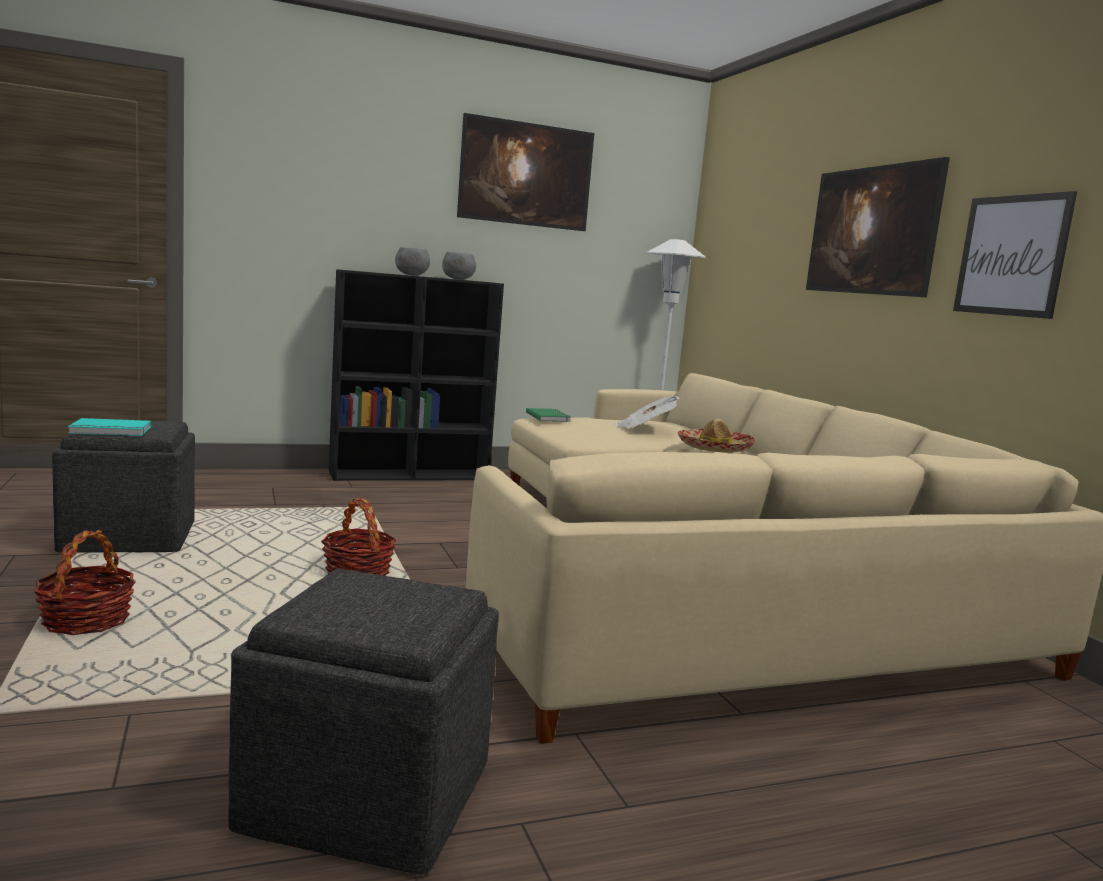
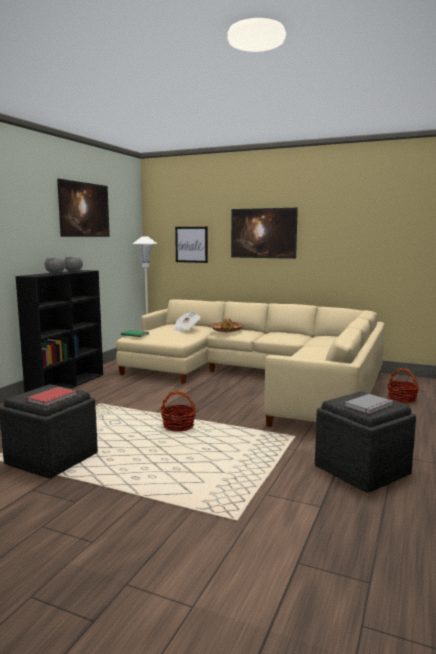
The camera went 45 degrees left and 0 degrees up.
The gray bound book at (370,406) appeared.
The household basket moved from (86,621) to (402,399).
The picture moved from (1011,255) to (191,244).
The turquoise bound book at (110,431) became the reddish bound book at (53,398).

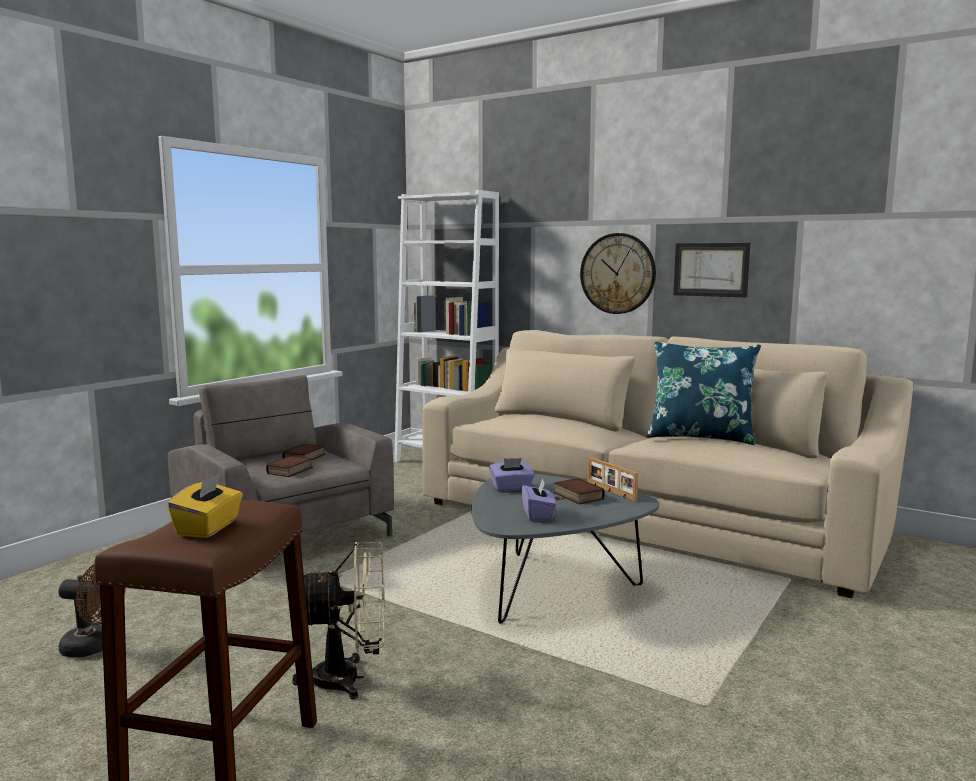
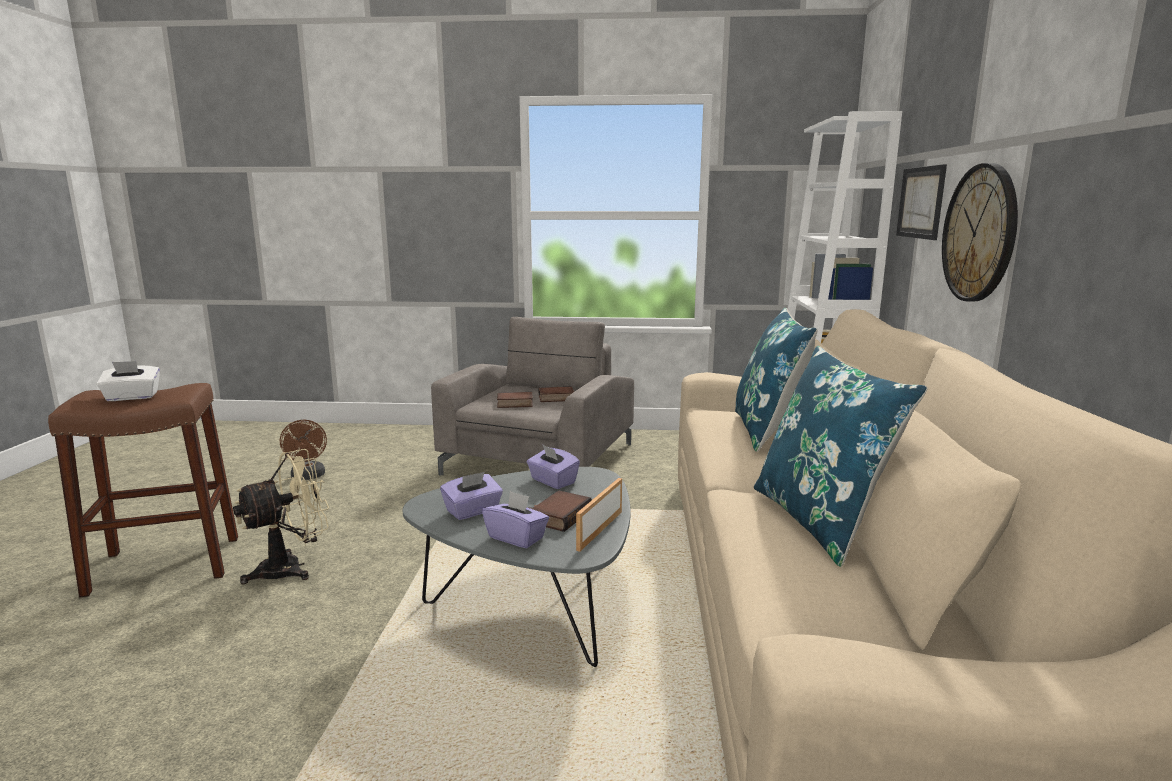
The camera went 60 degrees right and 5 degrees up.
The purple-coloured tissue box at (516,537) appeared.
The bluish cushion at (767,431) appeared.
The picture moved from (711,269) to (921,202).
The yellowish tissue box at (209,528) became the white-coloured tissue box at (132,397).
The beige fan at (349,679) turned 90 degrees counterclockwise.

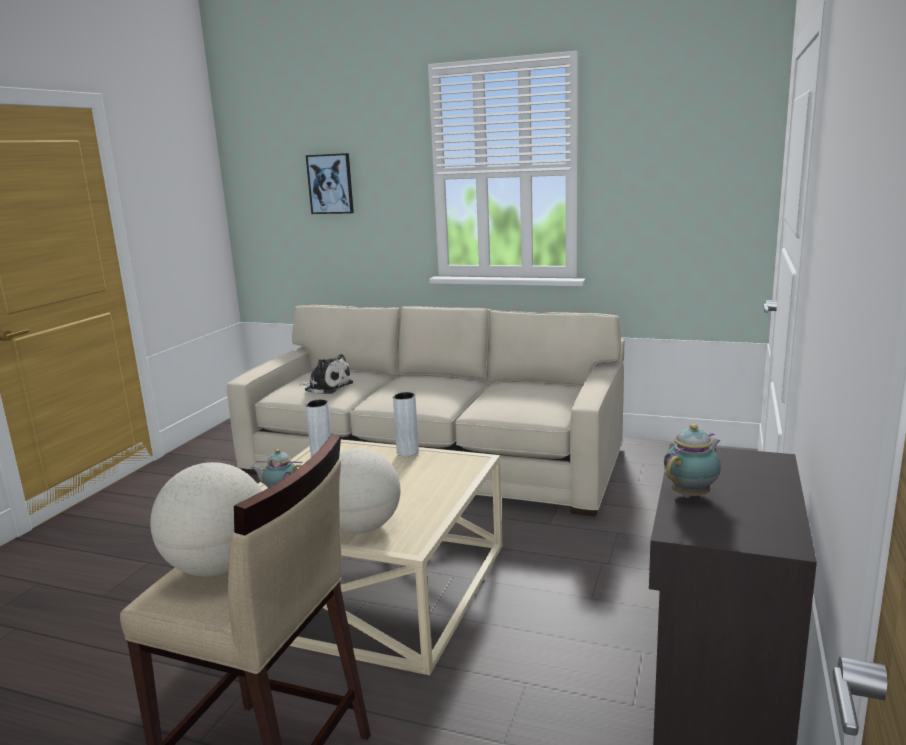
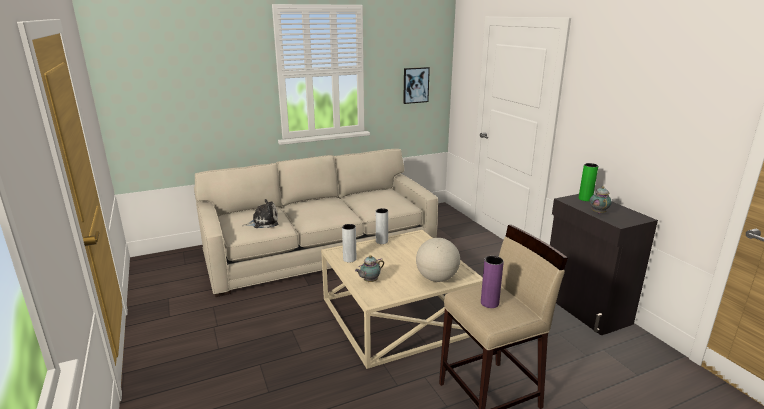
The camera went 45 degrees left and 5 degrees up.
The greenish decorative vase at (585,199) appeared.
The picture moved from (330,184) to (415,85).
The desk globe at (218,567) was replaced by the purple-coloured decorative vase at (489,303).

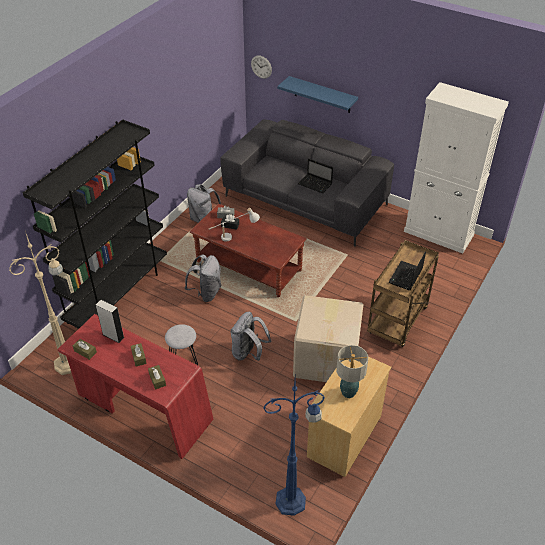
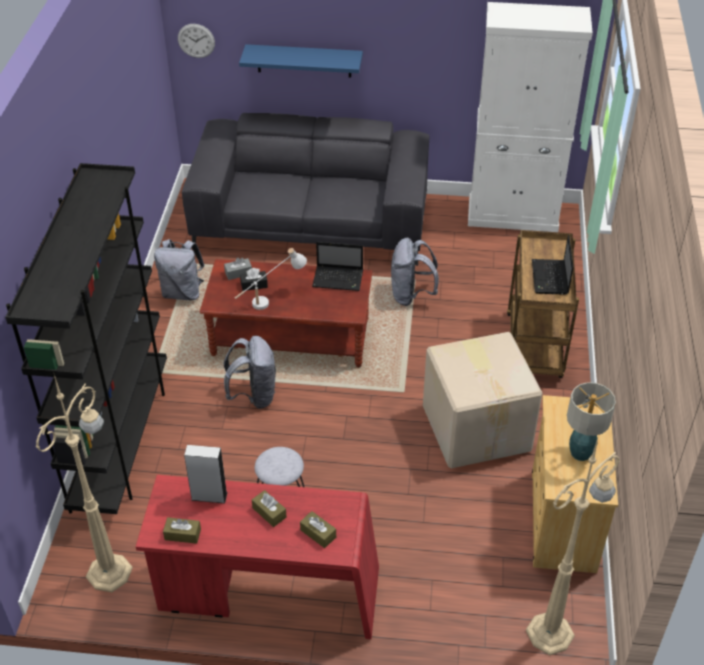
The camera went 25 degrees left and 0 degrees up.
The gray knapsack moved from (248,353) to (411,295).
The laptop moved from (315,184) to (339,279).
The bluish floor lamp at (292,501) became the beige floor lamp at (552,632).

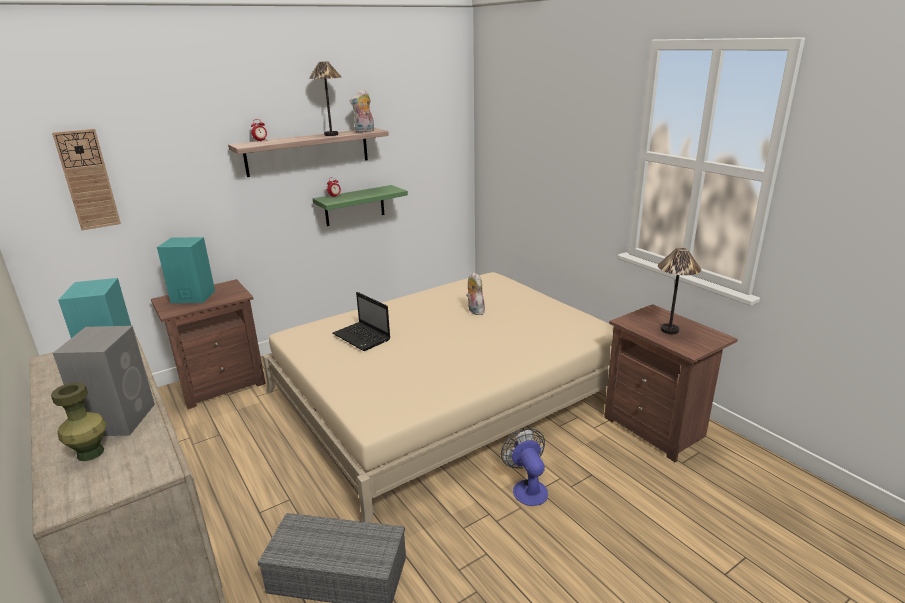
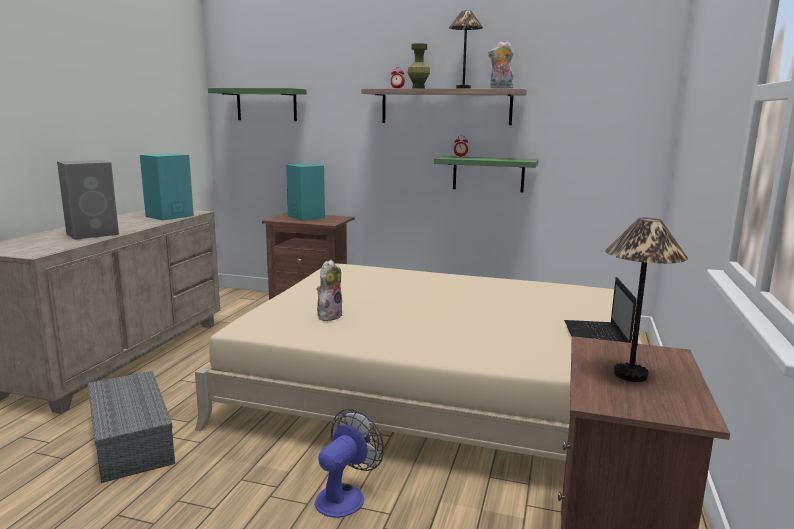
The camera went 50 degrees right and 10 degrees down.
The greenish decorative vase moved from (91,453) to (418,88).
The laptop moved from (362,337) to (596,338).
The plush toy moved from (474,311) to (329,316).
The wall clock at (87,180) was replaced by the greenish wall shelf at (266,105).

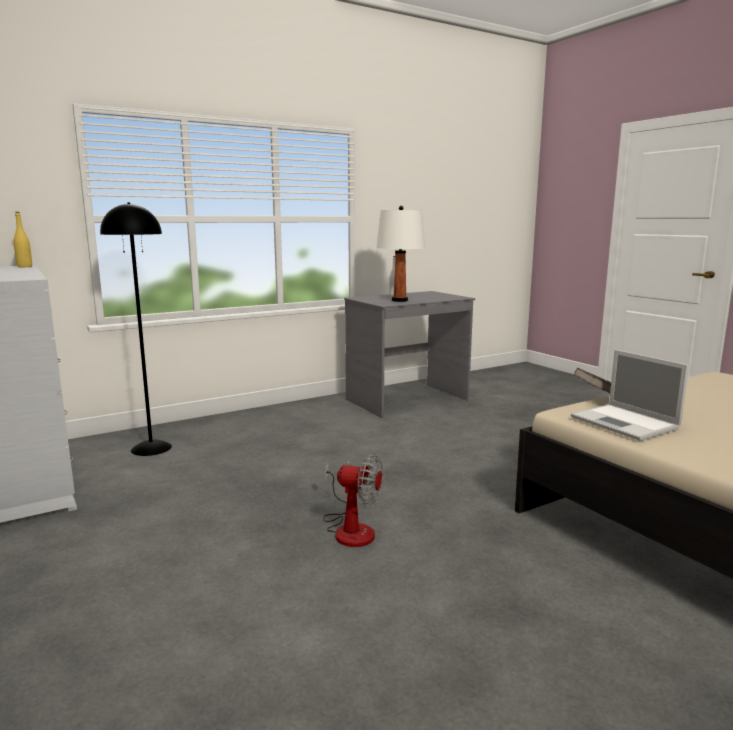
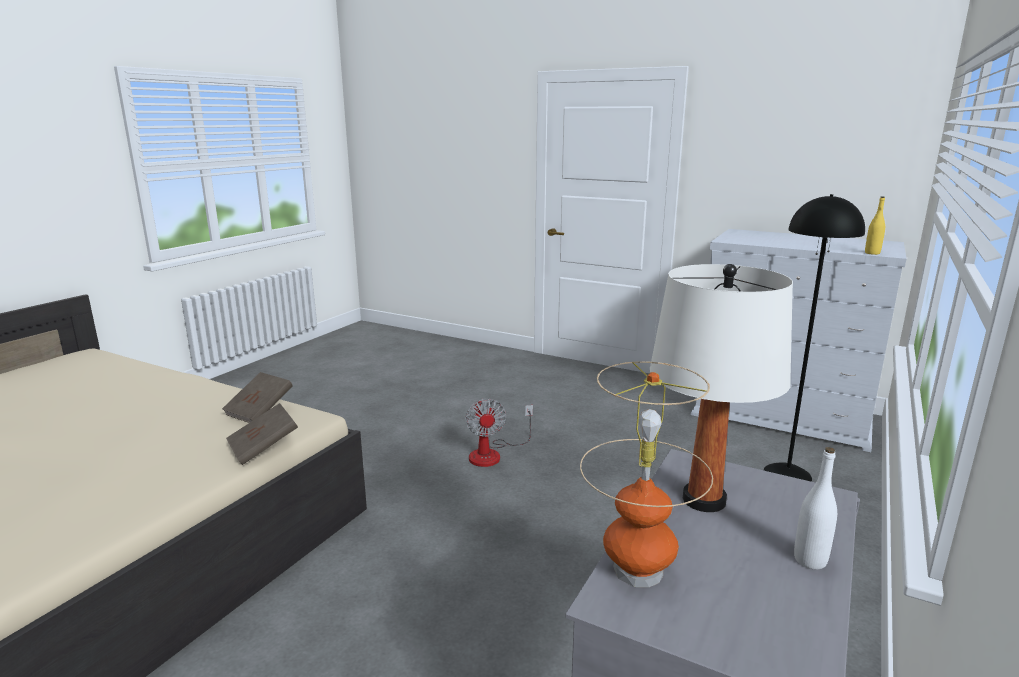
The camera went 150 degrees right and 5 degrees up.
The lamp for a table at (637,570) appeared.
The laptop at (626,423) was replaced by the brown bound book at (260,411).
The fan at (350,528) turned 90 degrees counterclockwise.

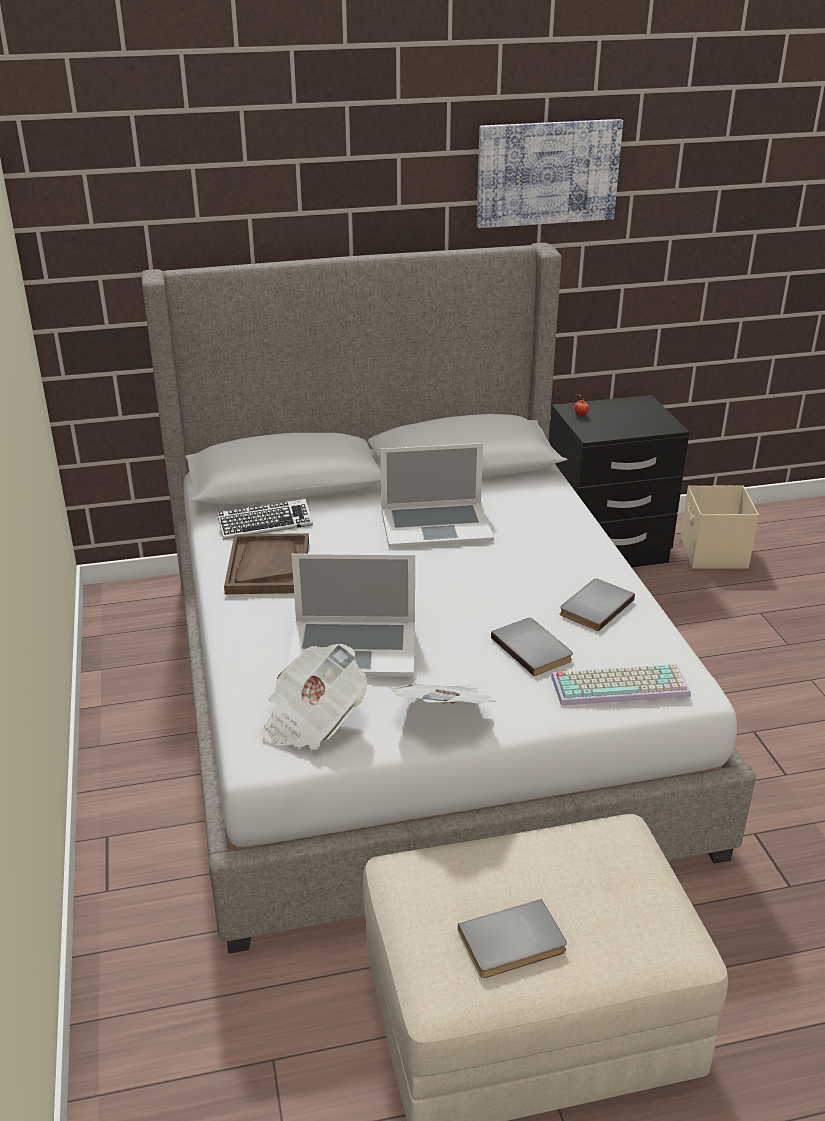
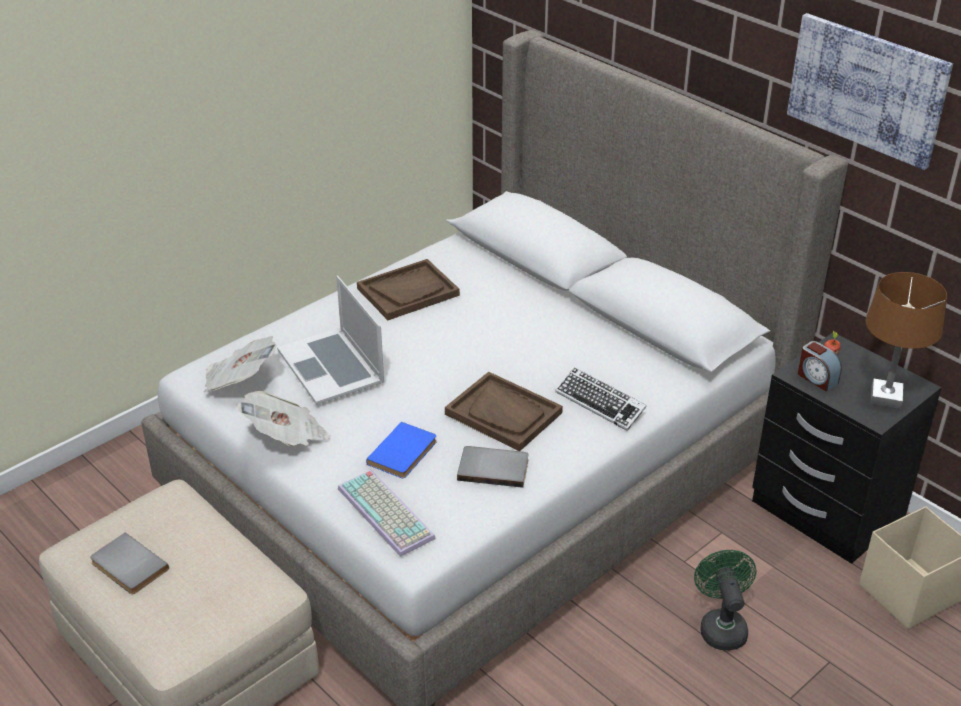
The camera went 60 degrees right and 5 degrees up.
The laptop at (436,524) disappeared.
The brown serving tray at (504,413) appeared.
The greenish fan at (721,626) appeared.
The bedside clock at (816,378) appeared.
The brown lamp for a table at (885,397) appeared.
The PC keyboard moved from (265,524) to (600,403).
The gray bound book at (534,648) became the bluish bound book at (404,453).

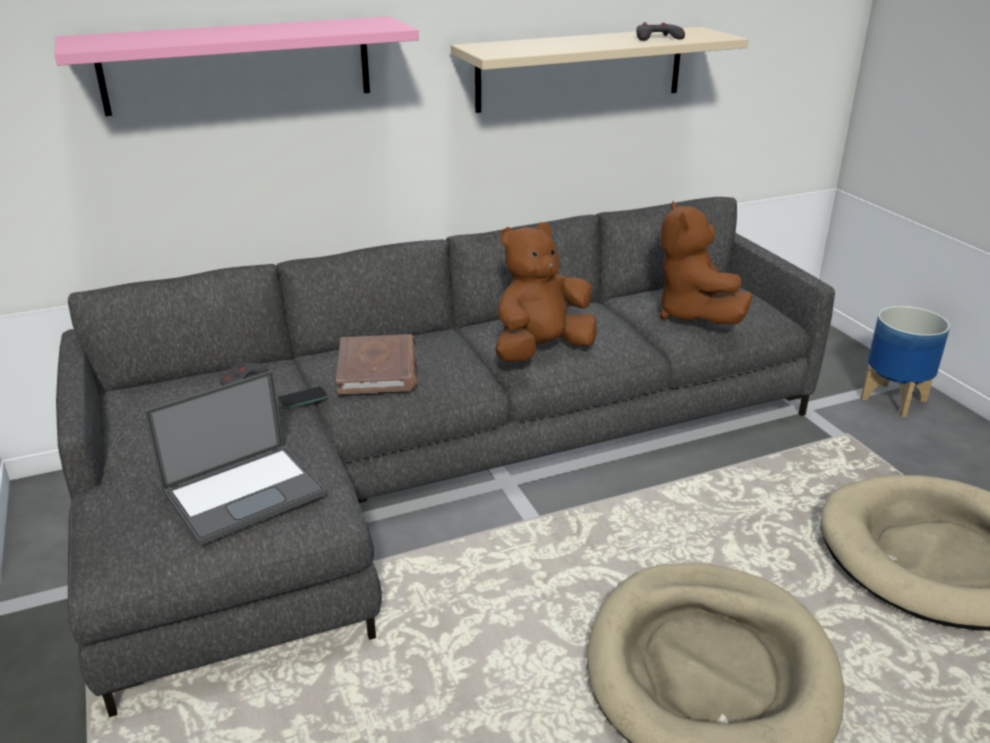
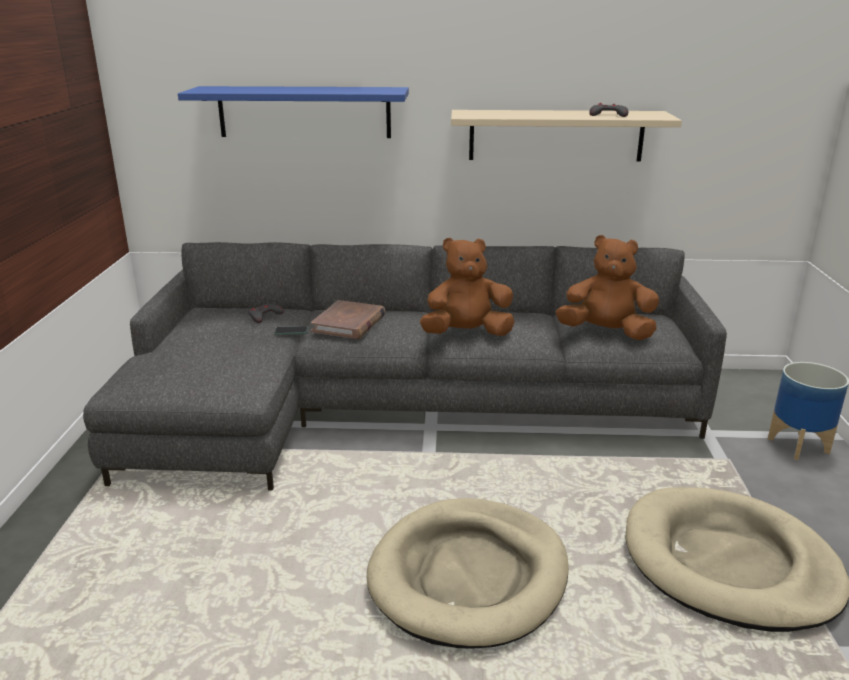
The camera went 25 degrees right and 5 degrees down.
The laptop at (245,492) disappeared.
The pink wall shelf at (238,65) became the bluish wall shelf at (304,112).
The brown plush toy at (693,315) turned 90 degrees clockwise.

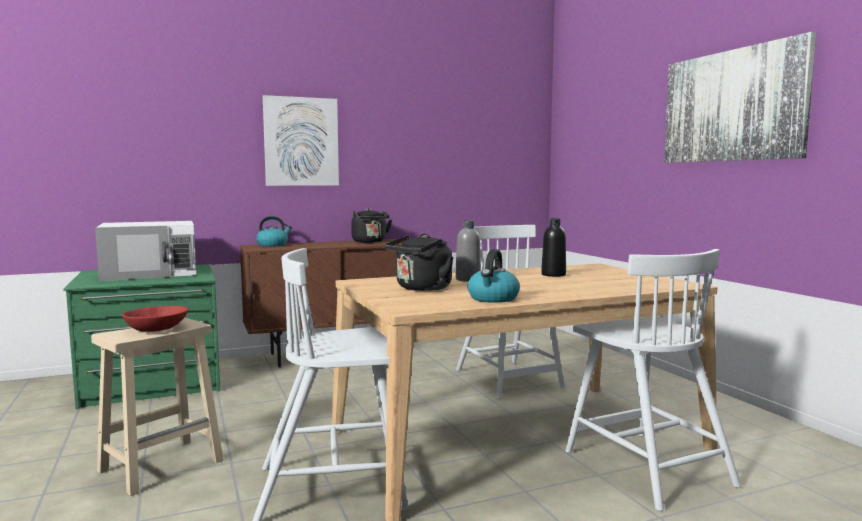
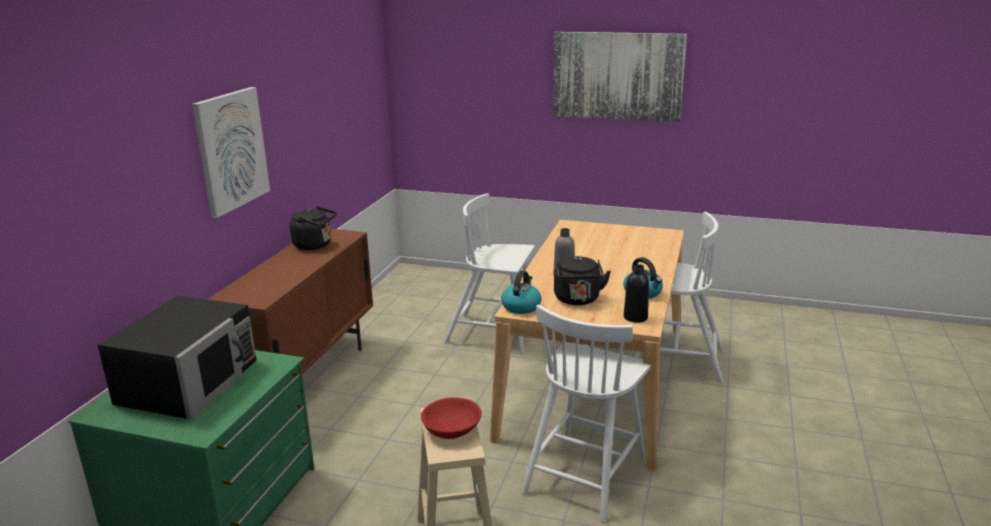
The camera went 50 degrees left and 15 degrees up.
The kettle moved from (273,245) to (521,306).
The blackish bottle moved from (553,275) to (635,317).
The white-coloured microwave at (151,273) became the blackish microwave at (189,381).

